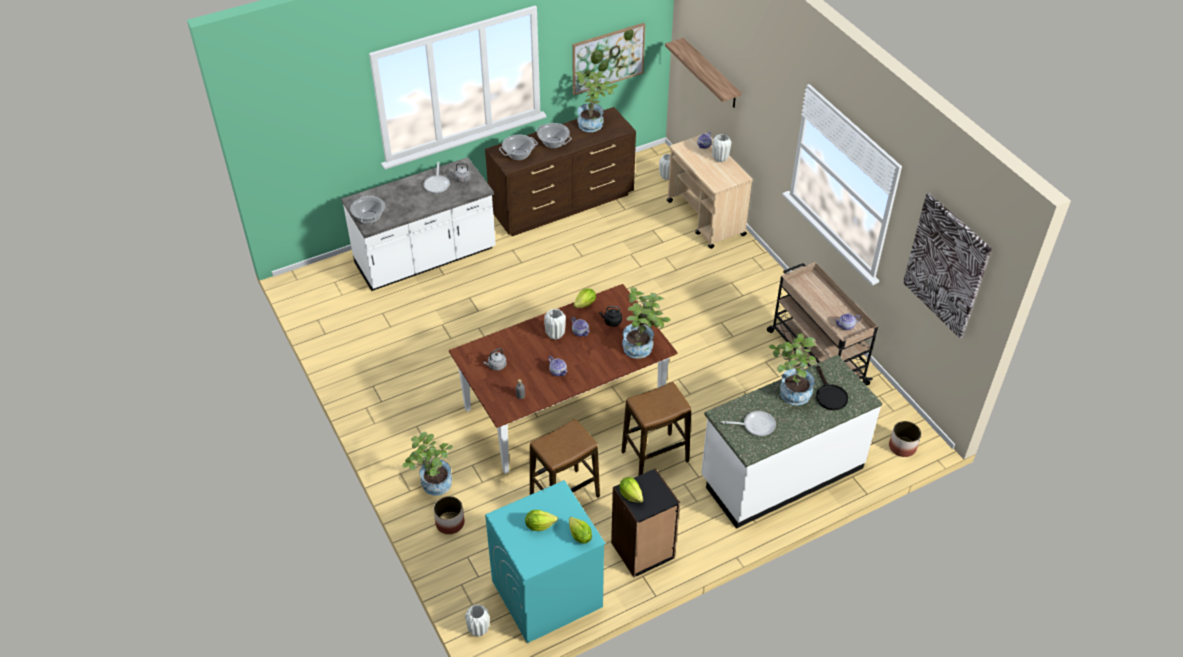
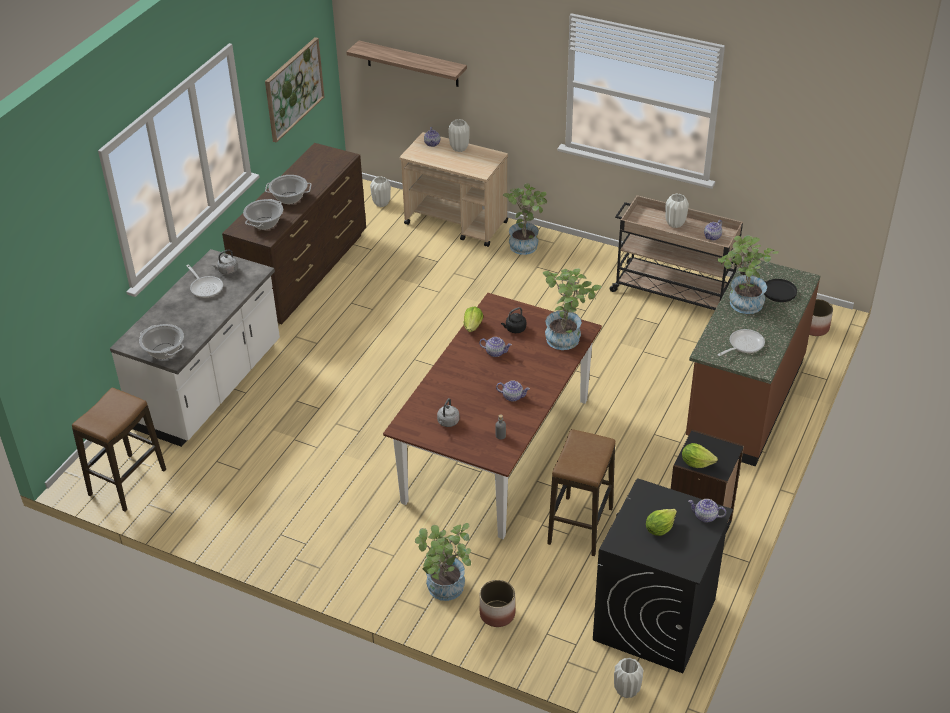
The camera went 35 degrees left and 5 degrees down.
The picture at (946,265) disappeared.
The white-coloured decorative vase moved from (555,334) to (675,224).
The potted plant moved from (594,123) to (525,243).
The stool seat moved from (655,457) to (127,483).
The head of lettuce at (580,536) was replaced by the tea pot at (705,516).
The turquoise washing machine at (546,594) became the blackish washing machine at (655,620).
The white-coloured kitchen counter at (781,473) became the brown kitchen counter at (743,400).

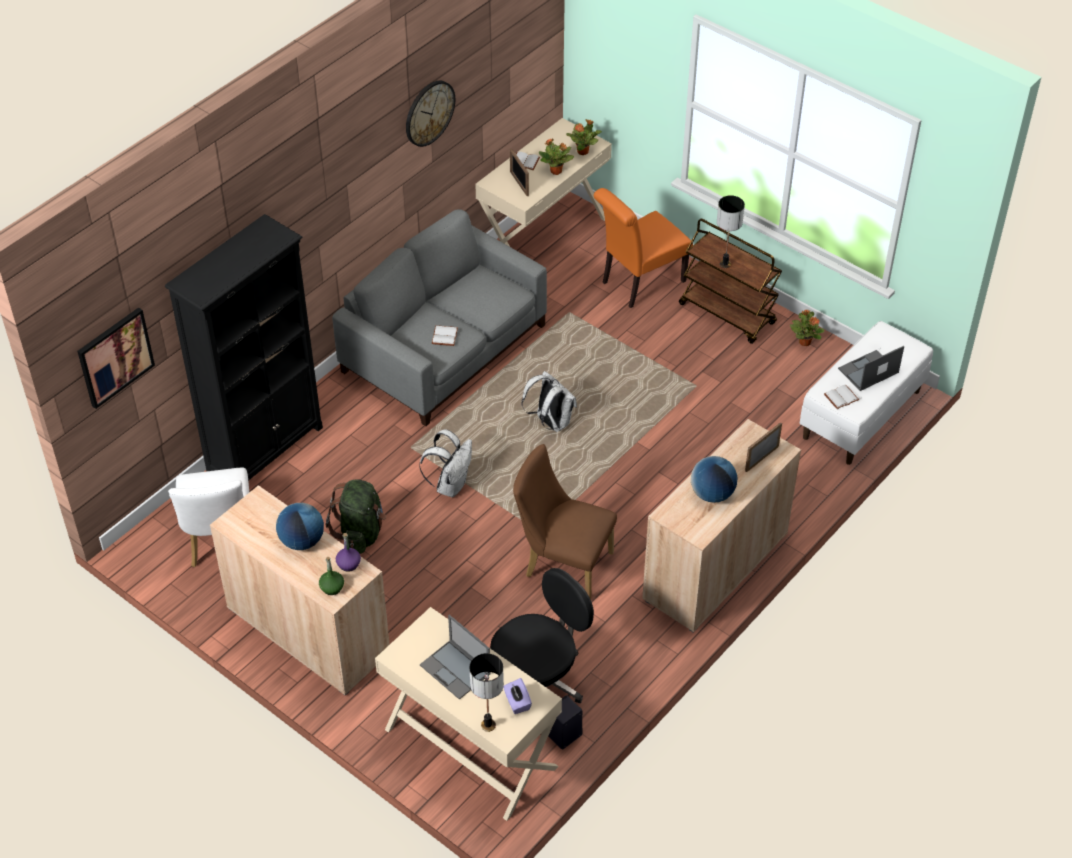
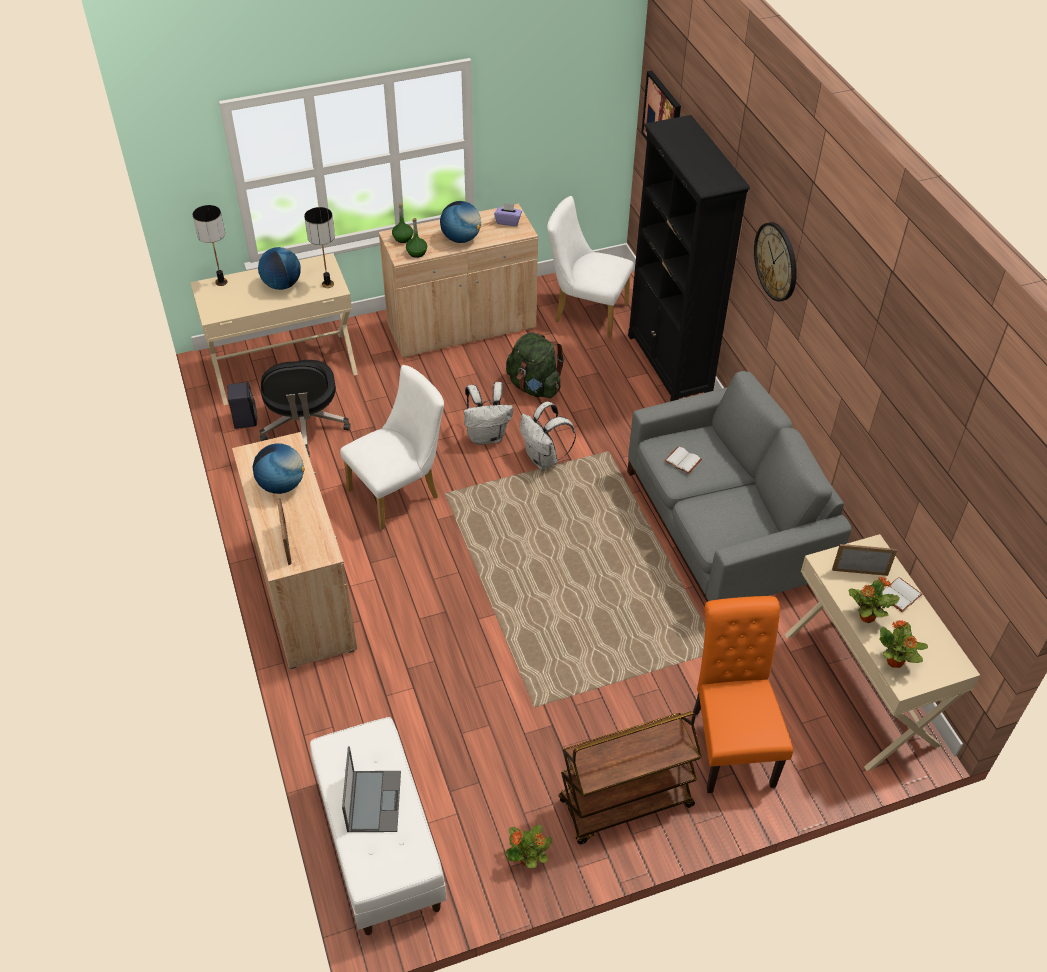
The camera went 120 degrees right and 0 degrees up.
The white-coloured bound book at (841,397) disappeared.
The wall clock moved from (429,113) to (776,261).
The purple-coloured tissue box moved from (517,702) to (508,221).
The white-coloured knapsack moved from (550,422) to (487,436).
The lamp for a table moved from (724,264) to (327,284).
The laptop at (456,670) was replaced by the desk globe at (282,285).
The purple-coloured bottle at (348,564) became the greenish bottle at (416,252).
The brown chair at (562,563) became the white-coloured chair at (399,492).

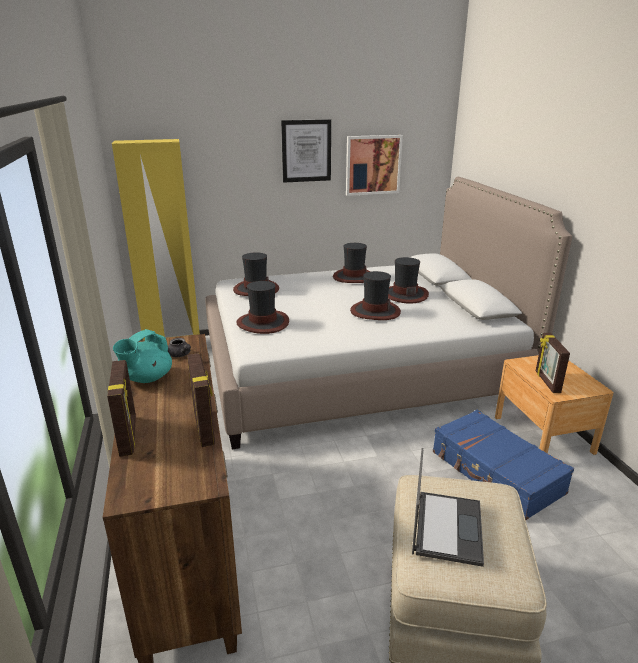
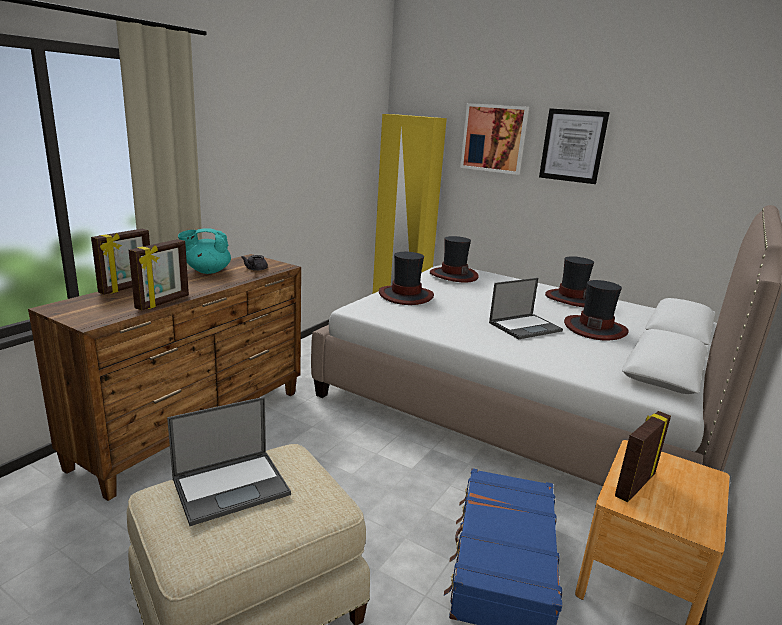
The camera went 45 degrees right and 5 degrees down.
The picture moved from (373,165) to (494,138).
The wearable hat at (375,311) was replaced by the laptop at (525,326).

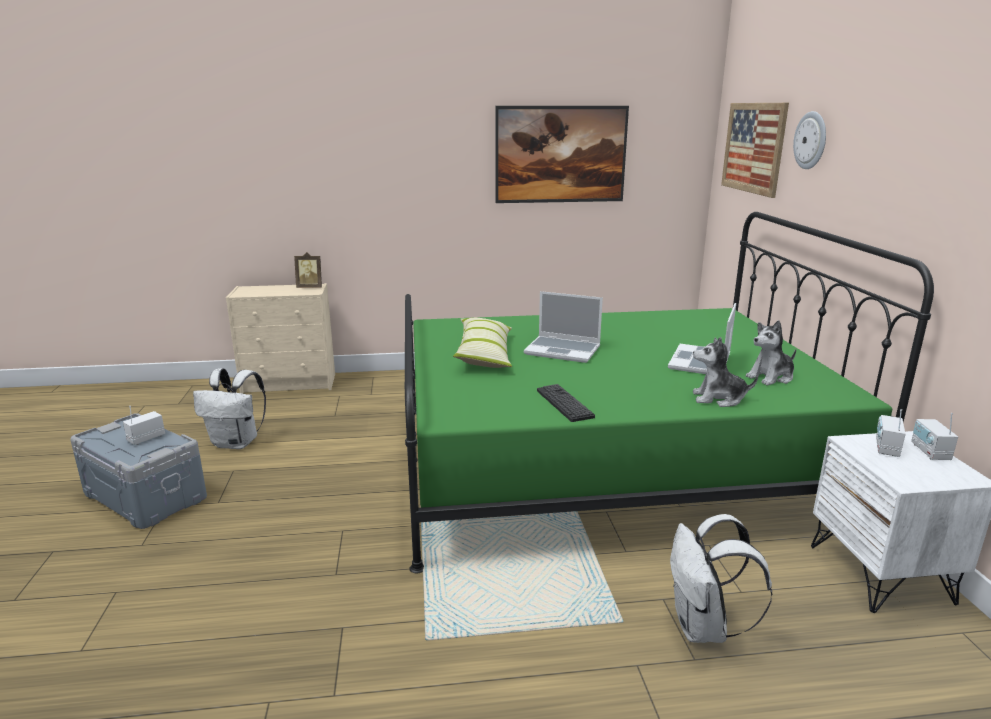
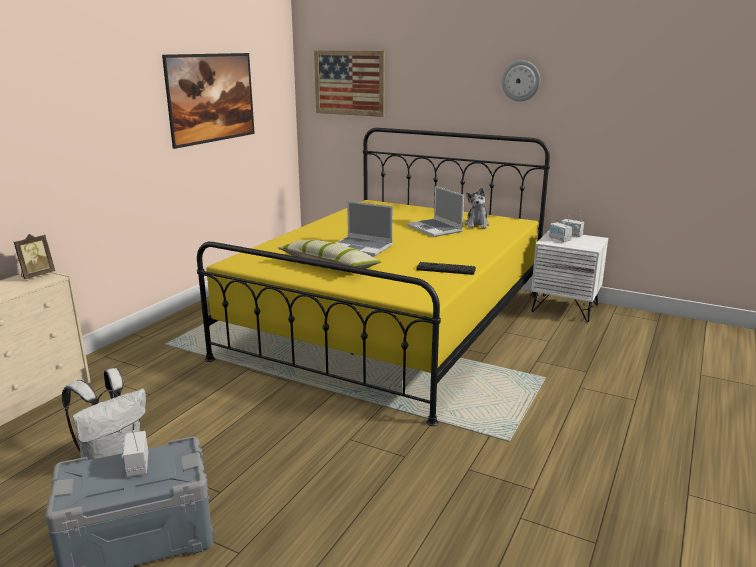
The camera went 55 degrees left and 0 degrees up.
The white-coloured knapsack at (703,628) disappeared.
The plush toy at (718,399) disappeared.
The wall clock moved from (811,140) to (521,81).
The greenish bed at (605,462) became the yellowish bed at (390,323).
The laptop at (563,350) turned 60 degrees clockwise.

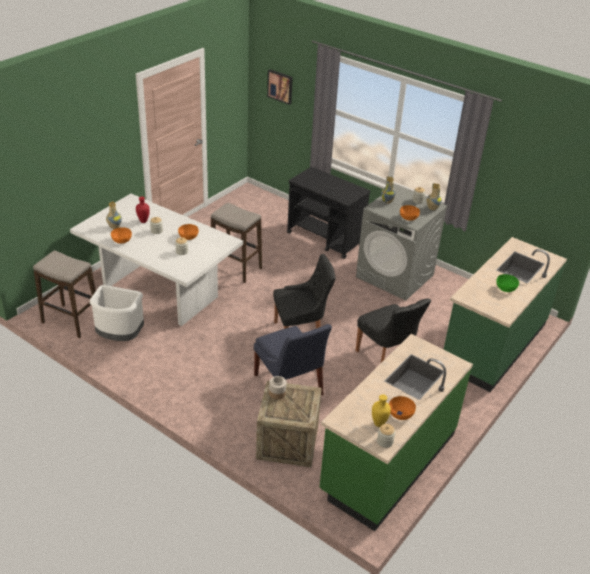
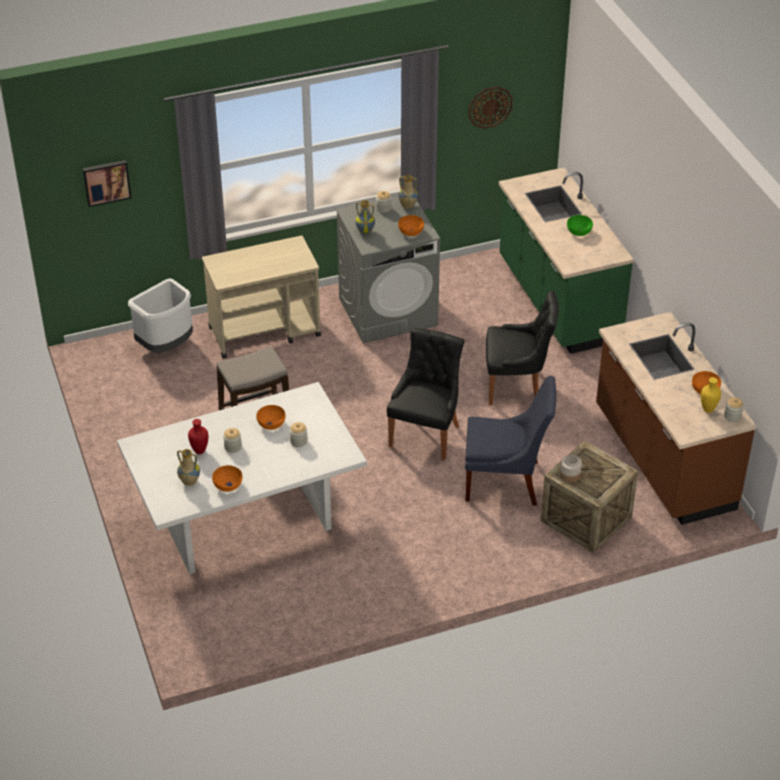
The camera went 55 degrees left and 5 degrees up.
The stool seat at (71,321) disappeared.
The wall clock at (490,107) appeared.
The white-coloured waste bin moved from (120,337) to (166,345).
The blackish wheeled cart at (325,238) became the beige wheeled cart at (265,331).
The greenish kitchen counter at (387,462) became the brown kitchen counter at (662,459).

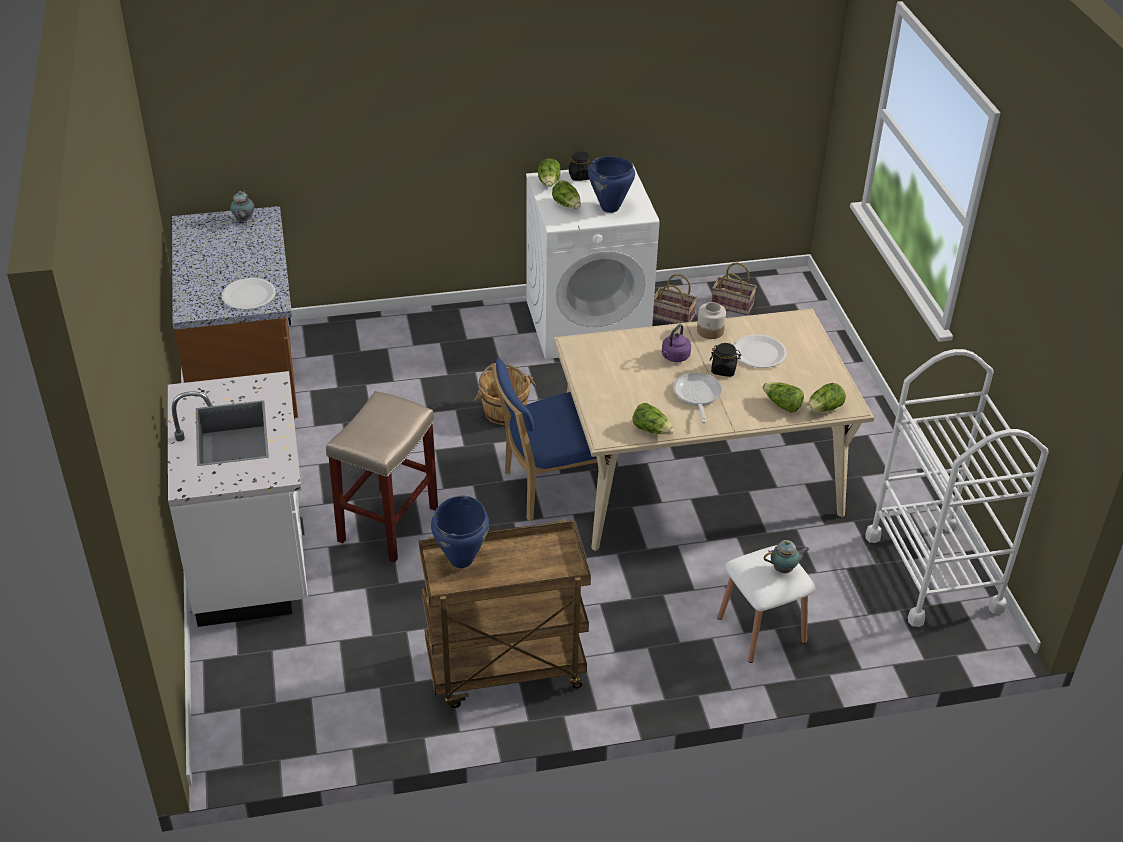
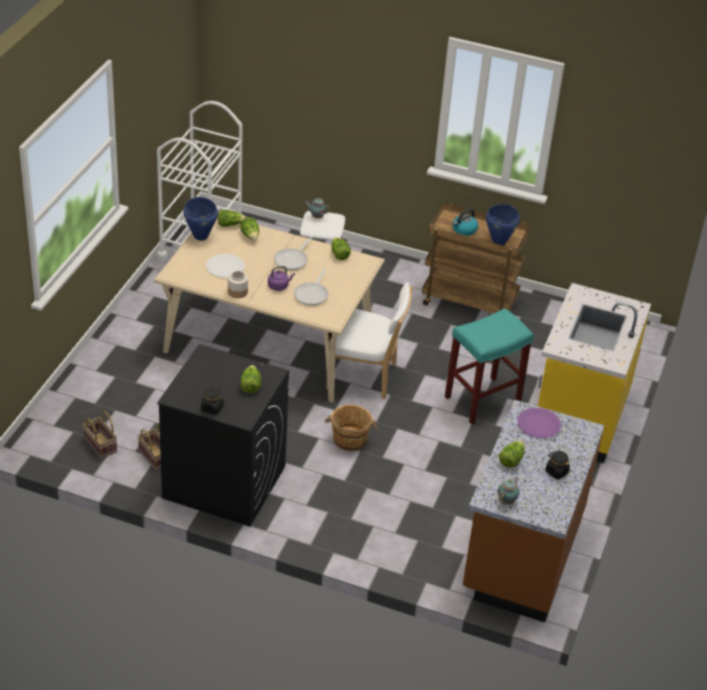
The camera went 150 degrees left and 0 degrees up.
The pan at (312,294) appeared.
The kettle at (464,230) appeared.
The head of lettuce moved from (549,183) to (511,460).
The bluish stockpot moved from (610,208) to (201,236).
The blackish jar moved from (724,370) to (556,472).
The white-coloured kitchen counter at (253,559) became the yellowish kitchen counter at (578,416).
The white-coloured plate at (248,295) became the purple-coloured plate at (539,424).
The beige stool seat at (388,523) became the turquoise stool seat at (482,401).
The bluish chair at (549,488) became the white-coloured chair at (365,377).
The white-coloured washing machine at (588,323) became the blackish washing machine at (223,482).

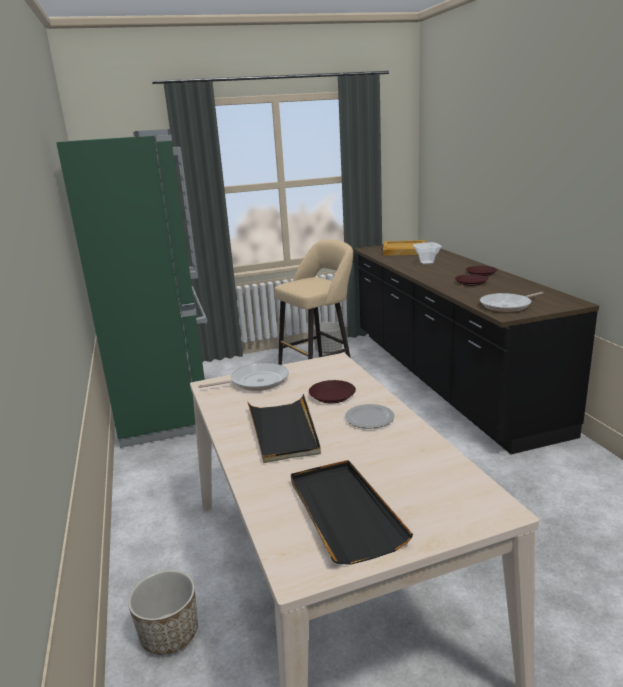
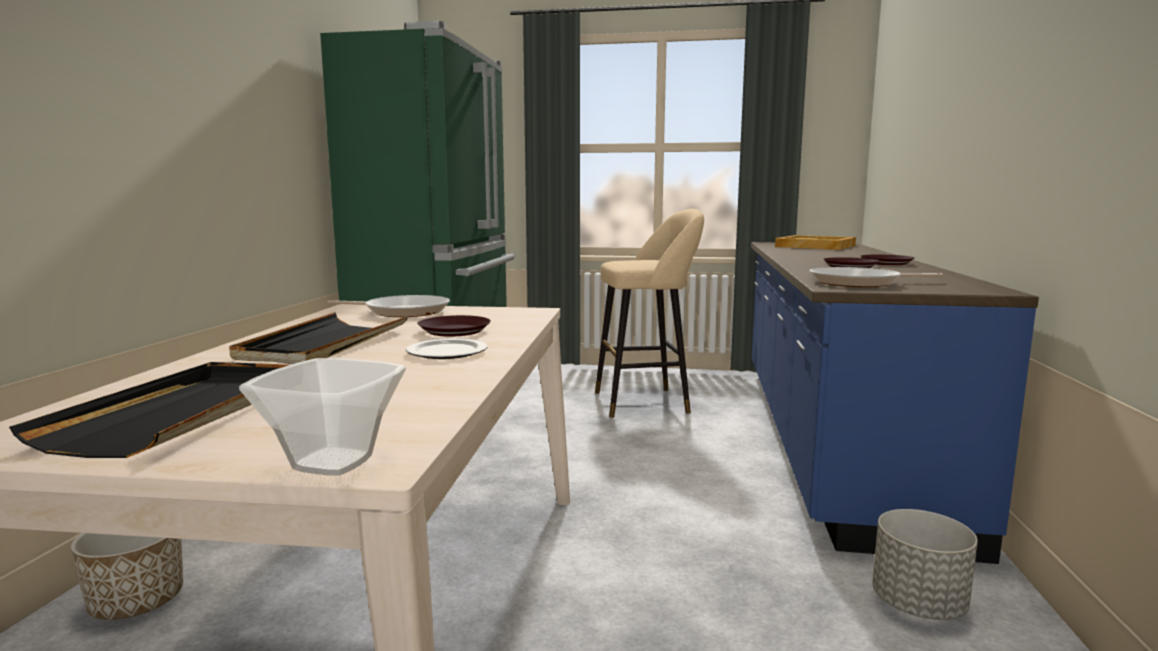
The camera went 25 degrees right and 10 degrees down.
The gray flower pot moved from (329,351) to (919,605).
The deep dish moved from (427,263) to (333,464).
The blackish kitchen counter at (445,378) became the bluish kitchen counter at (828,436).

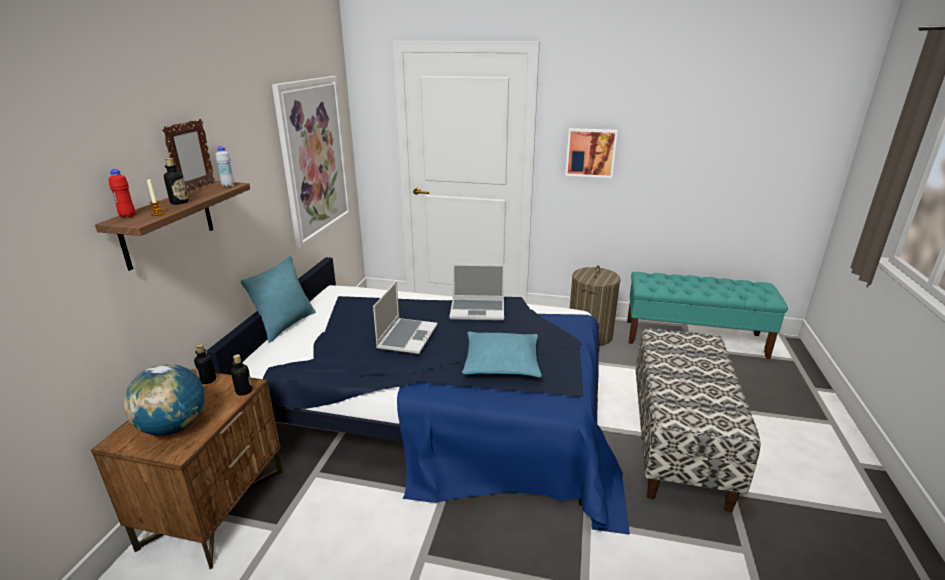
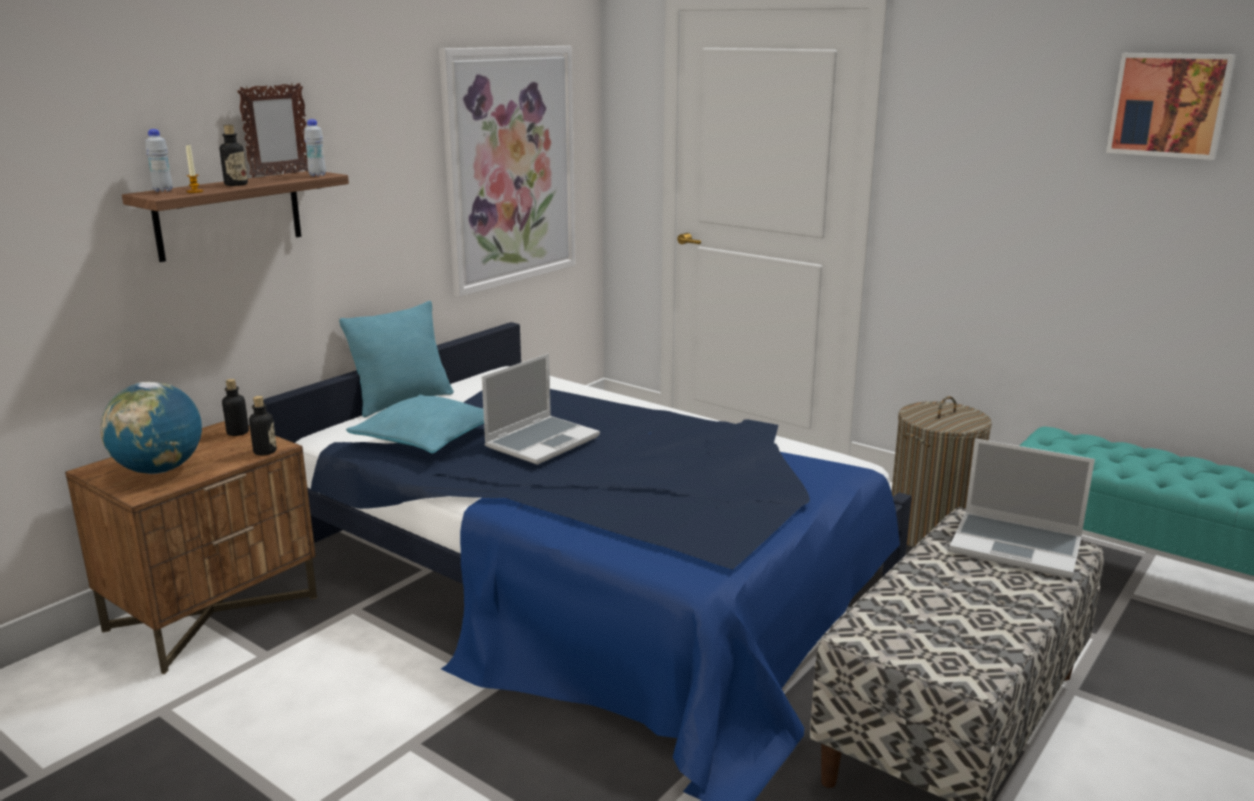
The camera went 25 degrees right and 5 degrees down.
The laptop moved from (478,310) to (1017,546).
The turquoise cushion moved from (501,363) to (427,438).
The picture moved from (590,152) to (1169,105).
The reddish bottle at (128,216) became the white-coloured bottle at (163,191).

